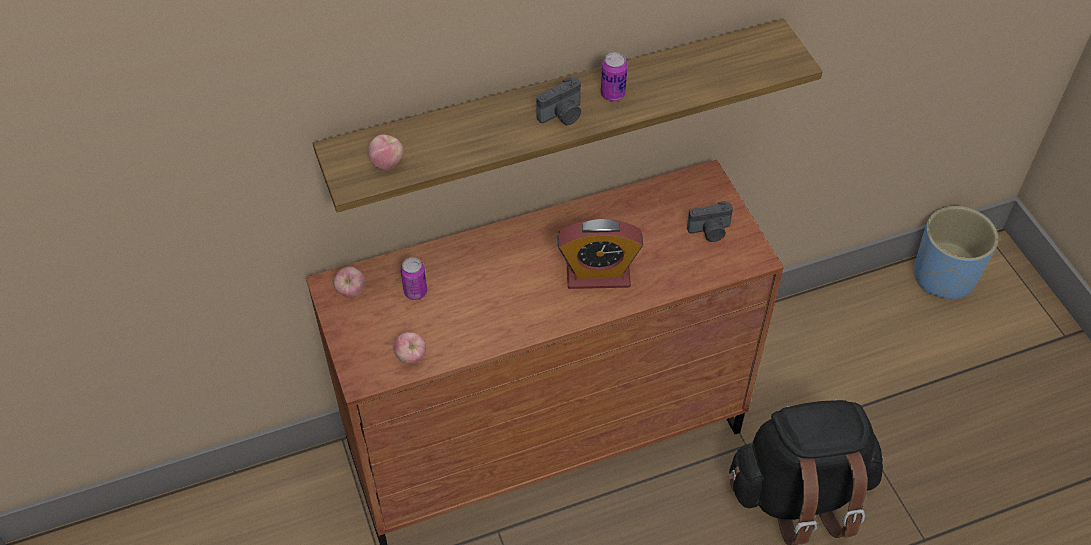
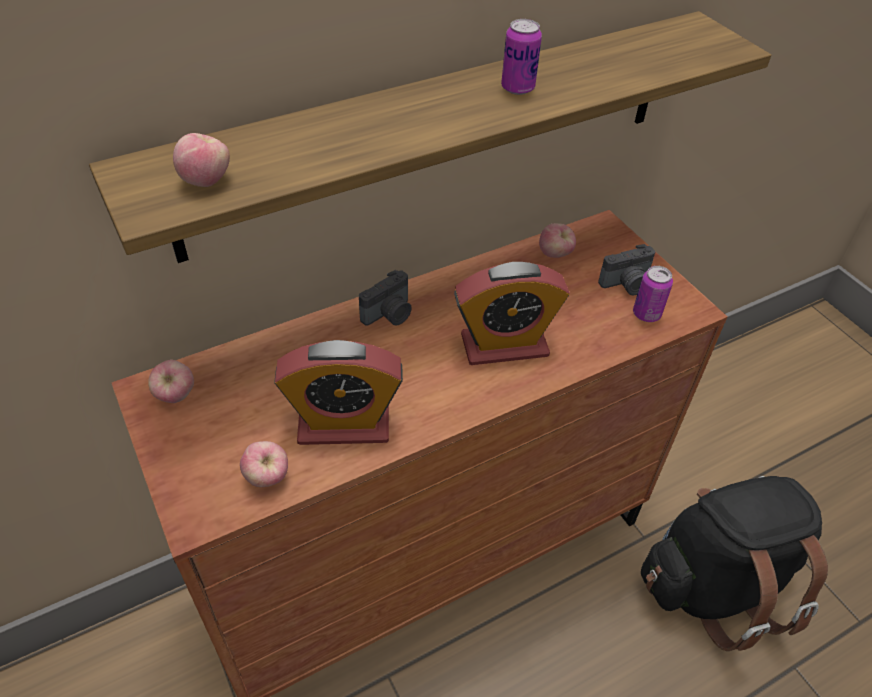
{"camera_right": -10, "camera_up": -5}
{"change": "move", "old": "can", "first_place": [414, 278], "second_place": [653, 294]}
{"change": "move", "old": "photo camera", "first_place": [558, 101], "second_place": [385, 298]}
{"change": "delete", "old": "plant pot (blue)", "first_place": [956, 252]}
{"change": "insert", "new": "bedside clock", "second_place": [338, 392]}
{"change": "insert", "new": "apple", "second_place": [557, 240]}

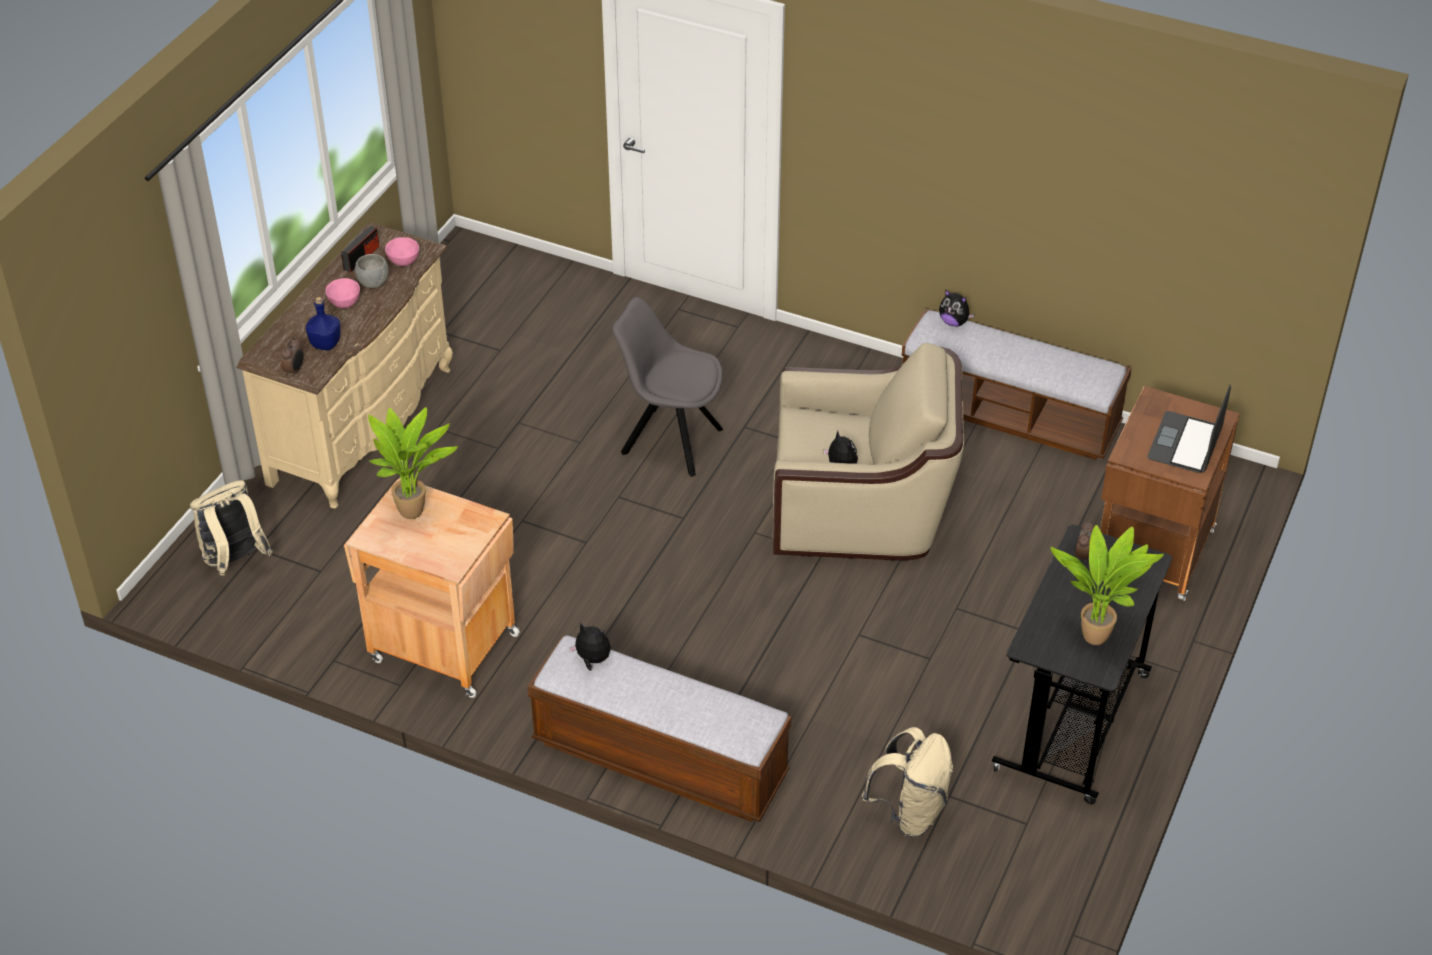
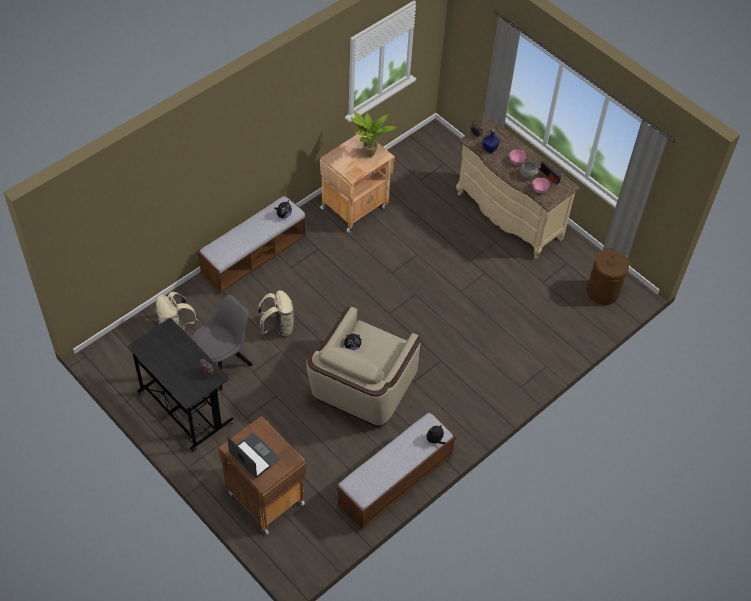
{"camera_right": 110, "camera_up": 10}
{"change": "move", "old": "rucksack (beige)", "first_place": [231, 528], "second_place": [276, 313]}
{"change": "move", "old": "plain chair (grey)", "first_place": [668, 387], "second_place": [222, 342]}
{"change": "delete", "old": "potted plant", "first_place": [1107, 585]}
{"change": "insert", "new": "laundry basket (brown-coloured)", "second_place": [608, 276]}

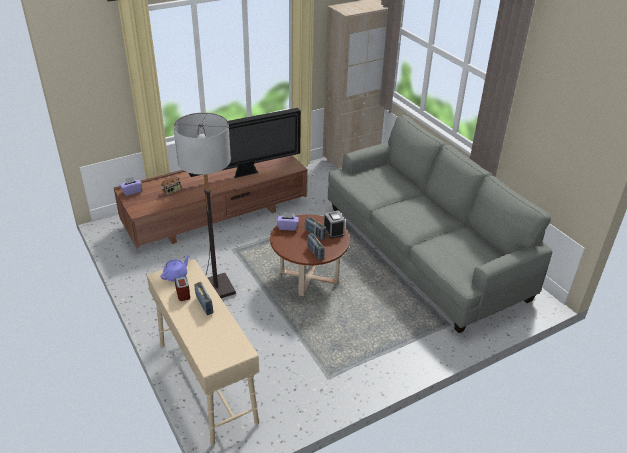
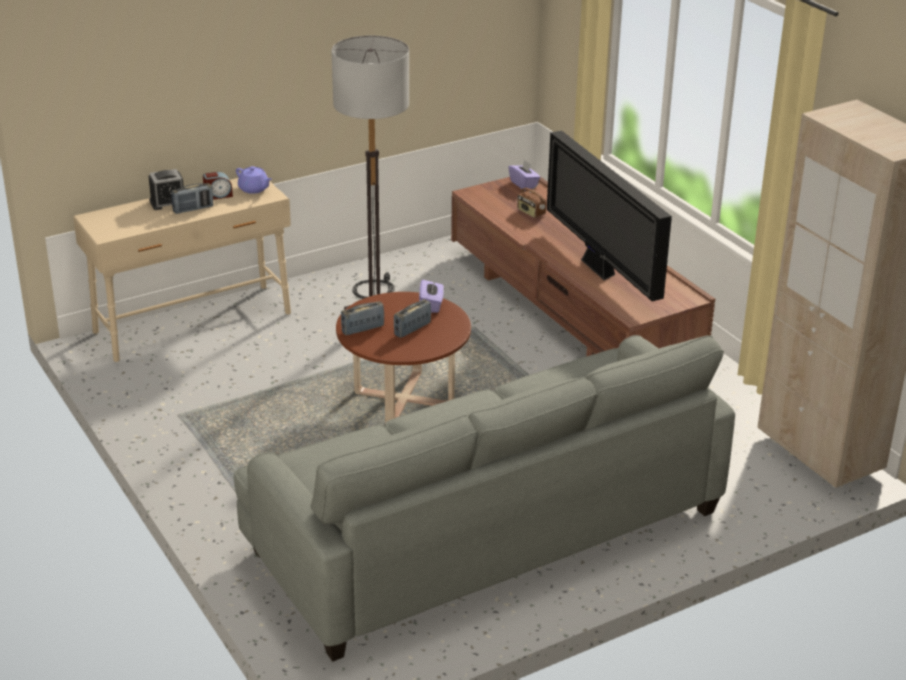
{"camera_right": 90, "camera_up": -5}
{"change": "move", "old": "bedside clock", "first_place": [334, 225], "second_place": [166, 189]}

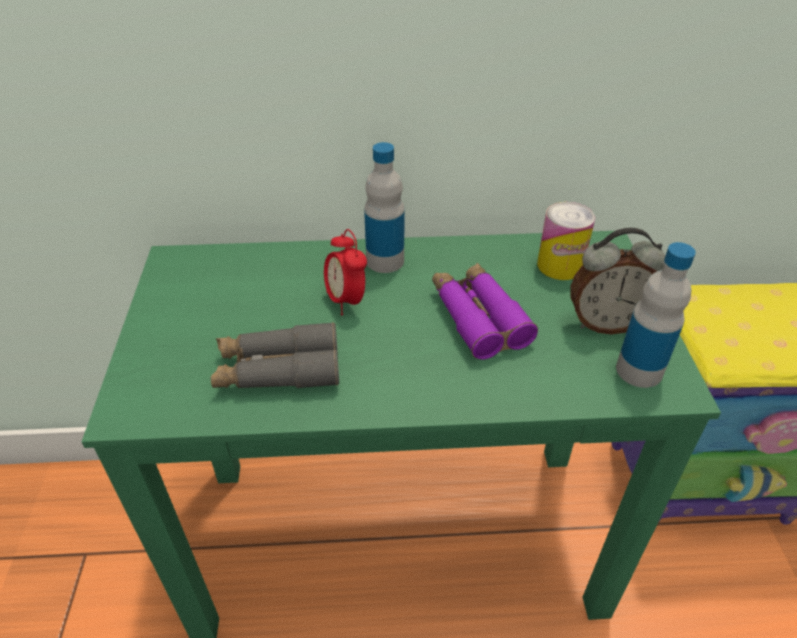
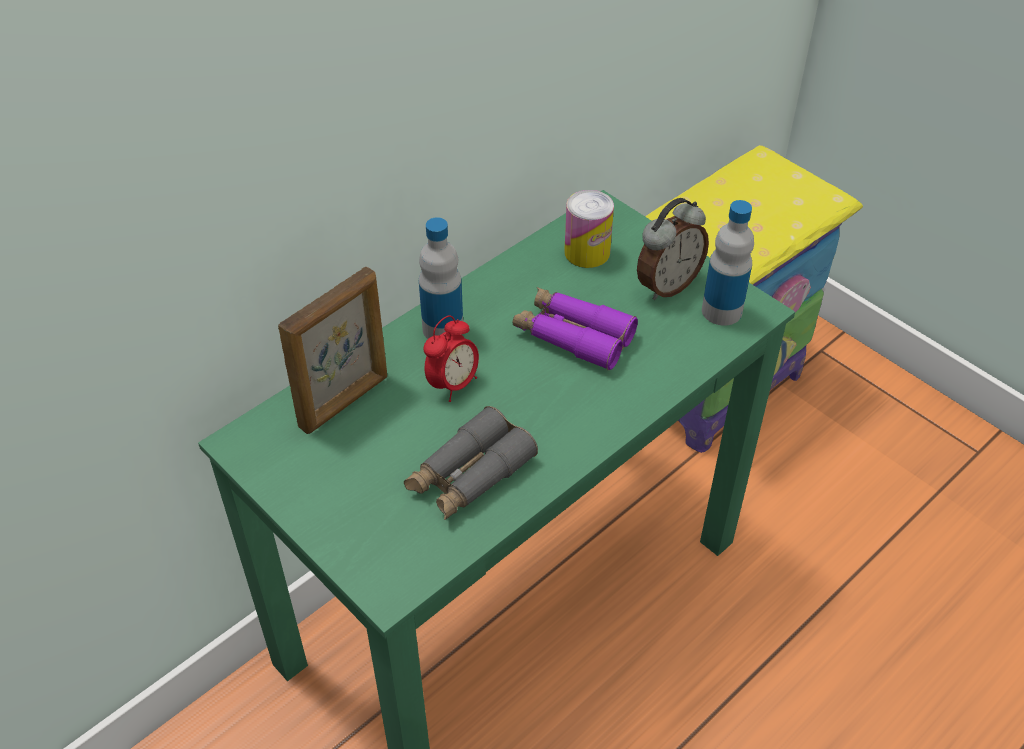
{"camera_right": -40, "camera_up": 5}
{"change": "rotate", "old": "bedside clock", "first_place": [345, 272], "second_place": [451, 358], "degrees": -75}
{"change": "insert", "new": "standing frame", "second_place": [332, 350]}

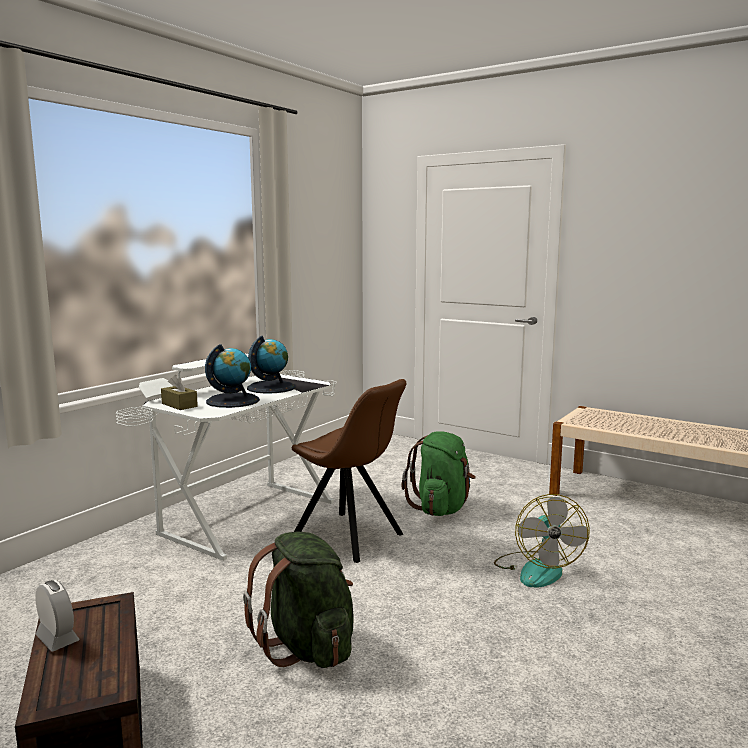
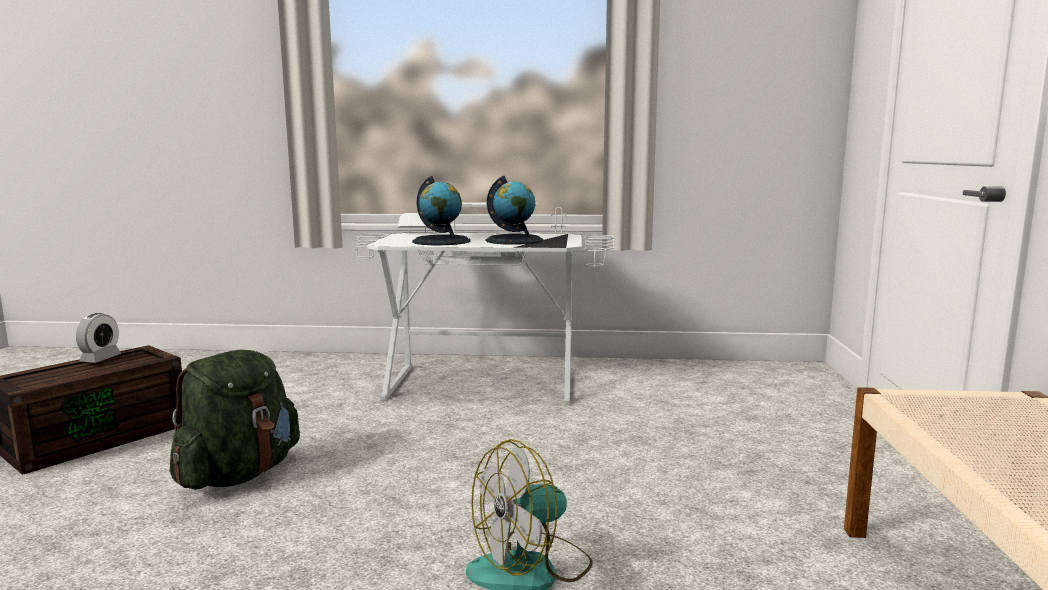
{"camera_right": 60, "camera_up": 0}
{"change": "delete", "old": "tissue box (brown-coloured)", "first_place": [179, 392]}
{"change": "delete", "old": "plain chair (brown-coloured)", "first_place": [349, 471]}
{"change": "delete", "old": "rucksack (greenish)", "first_place": [439, 473]}

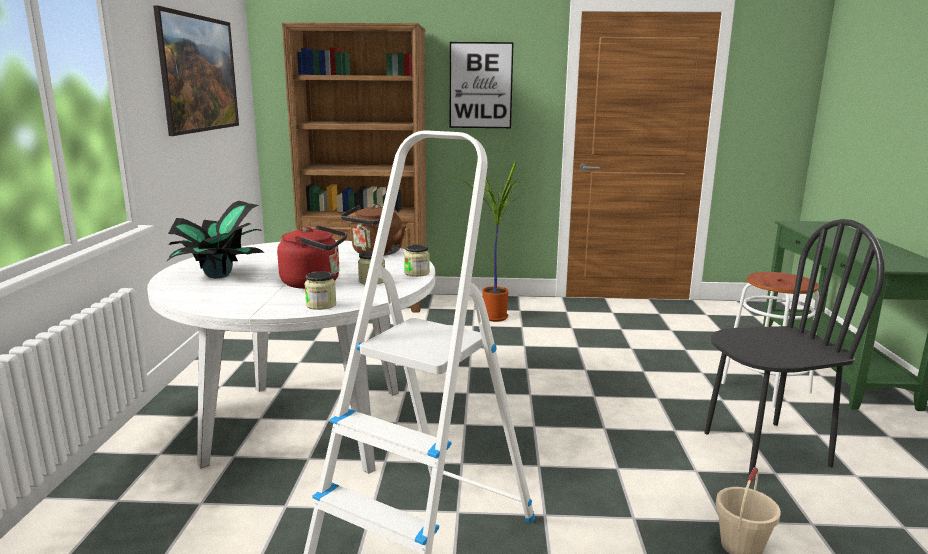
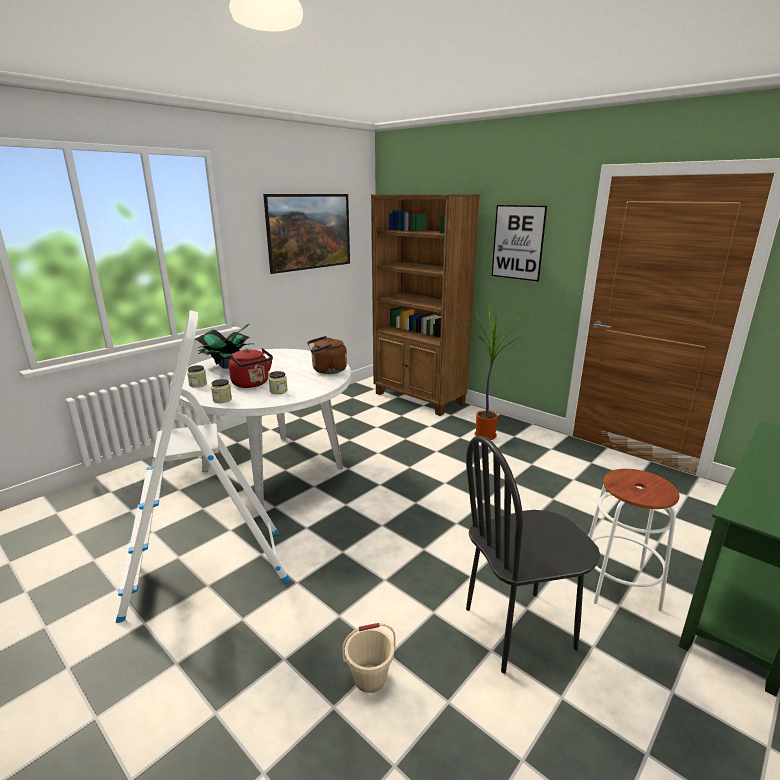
{"camera_right": 40, "camera_up": 5}
{"change": "move", "old": "preserve jar", "first_place": [417, 260], "second_place": [197, 376]}
{"change": "rotate", "old": "plain chair (black-coloured)", "first_place": [794, 347], "second_place": [533, 555], "degrees": 135}

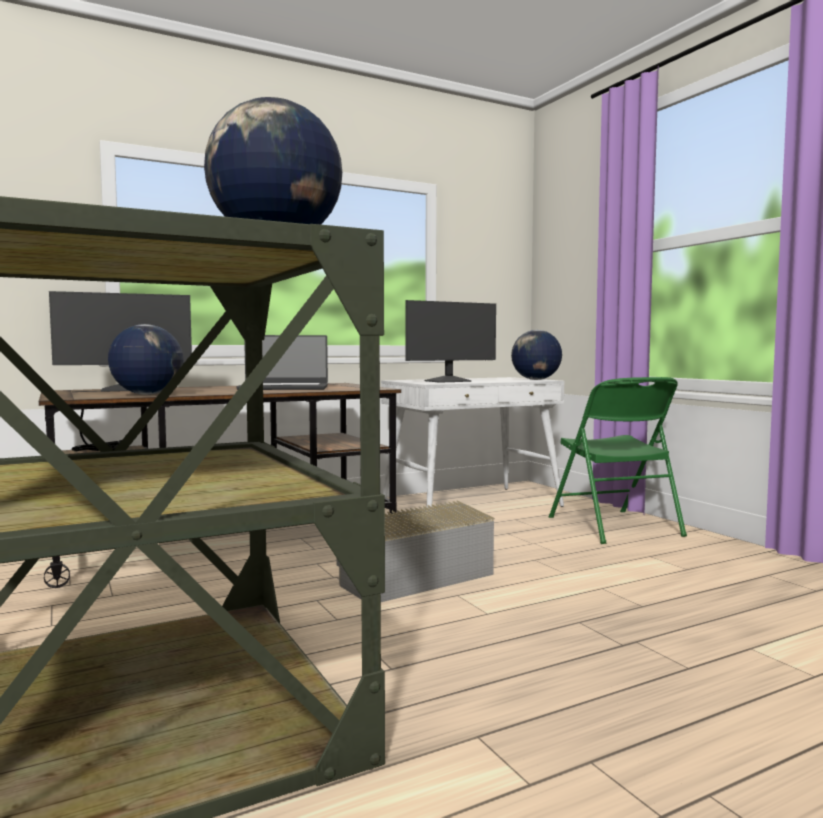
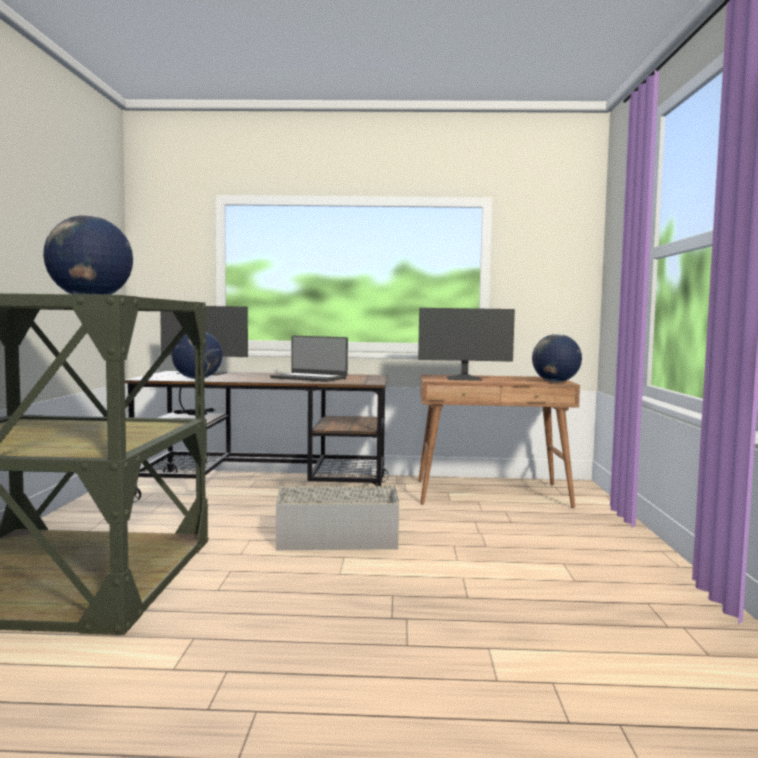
{"camera_right": 30, "camera_up": 0}
{"change": "recolor", "old": "desk table (white)", "new": "desk table (brown-coloured)", "first_place": [473, 442], "second_place": [499, 441]}
{"change": "delete", "old": "plain chair (greenish)", "first_place": [618, 460]}

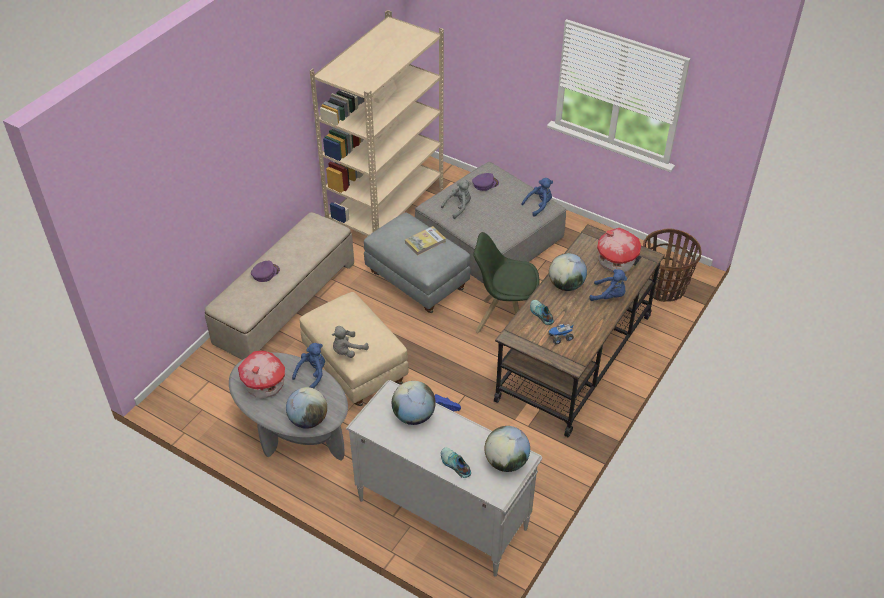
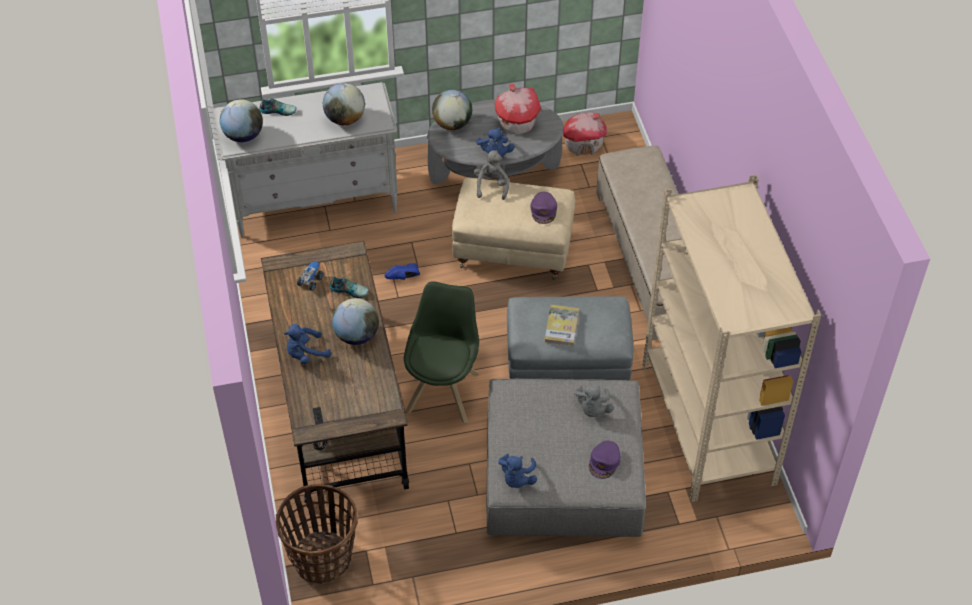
{"camera_right": 135, "camera_up": 5}
{"change": "move", "old": "cap (purple)", "first_place": [265, 271], "second_place": [544, 208]}
{"change": "rotate", "old": "plain chair (greenish)", "first_place": [506, 282], "second_place": [441, 352], "degrees": -45}
{"change": "move", "old": "miniature house", "first_place": [619, 250], "second_place": [585, 134]}

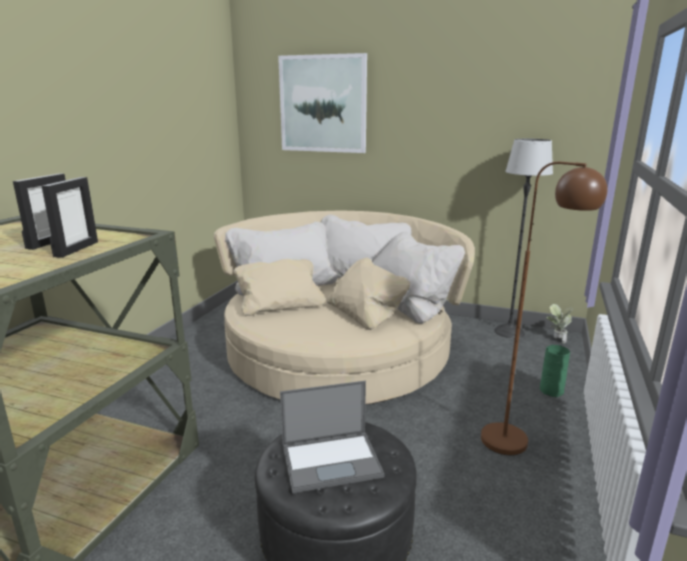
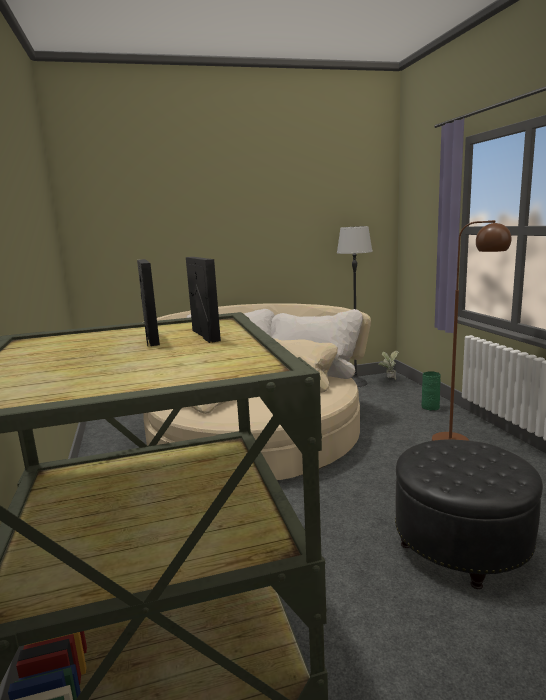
{"camera_right": -35, "camera_up": -5}
{"change": "delete", "old": "picture", "first_place": [322, 103]}
{"change": "delete", "old": "laptop", "first_place": [332, 437]}

